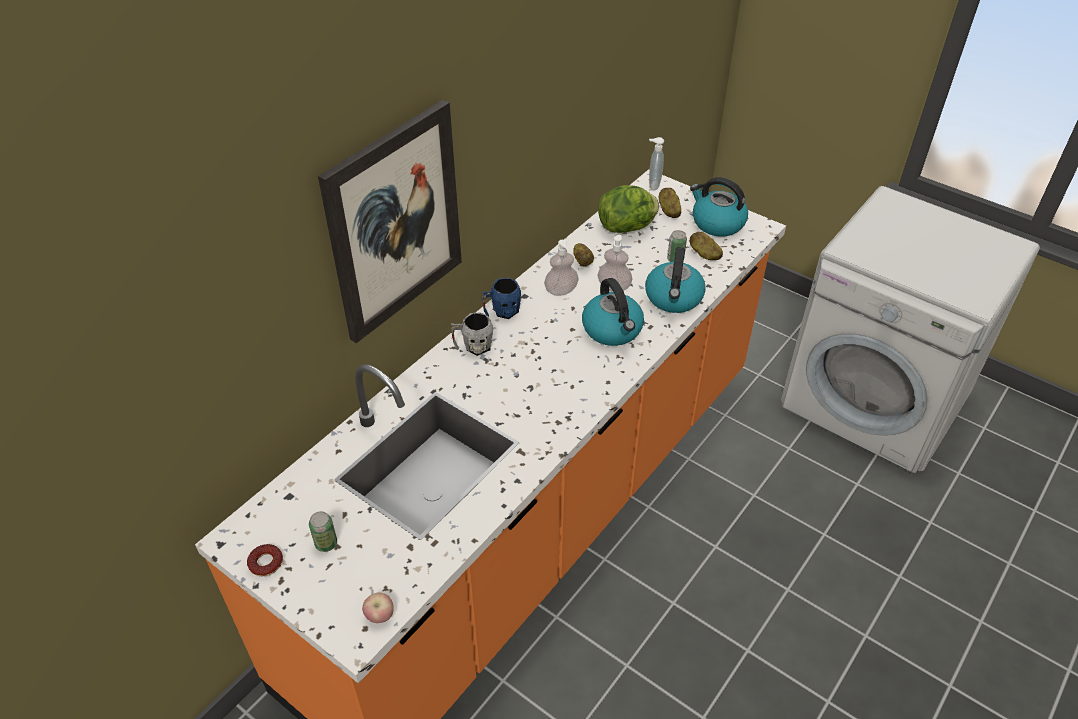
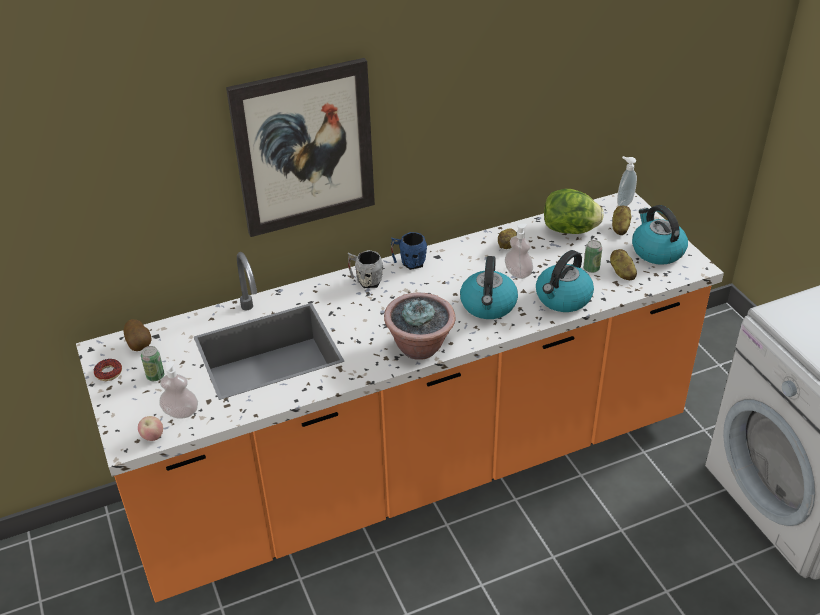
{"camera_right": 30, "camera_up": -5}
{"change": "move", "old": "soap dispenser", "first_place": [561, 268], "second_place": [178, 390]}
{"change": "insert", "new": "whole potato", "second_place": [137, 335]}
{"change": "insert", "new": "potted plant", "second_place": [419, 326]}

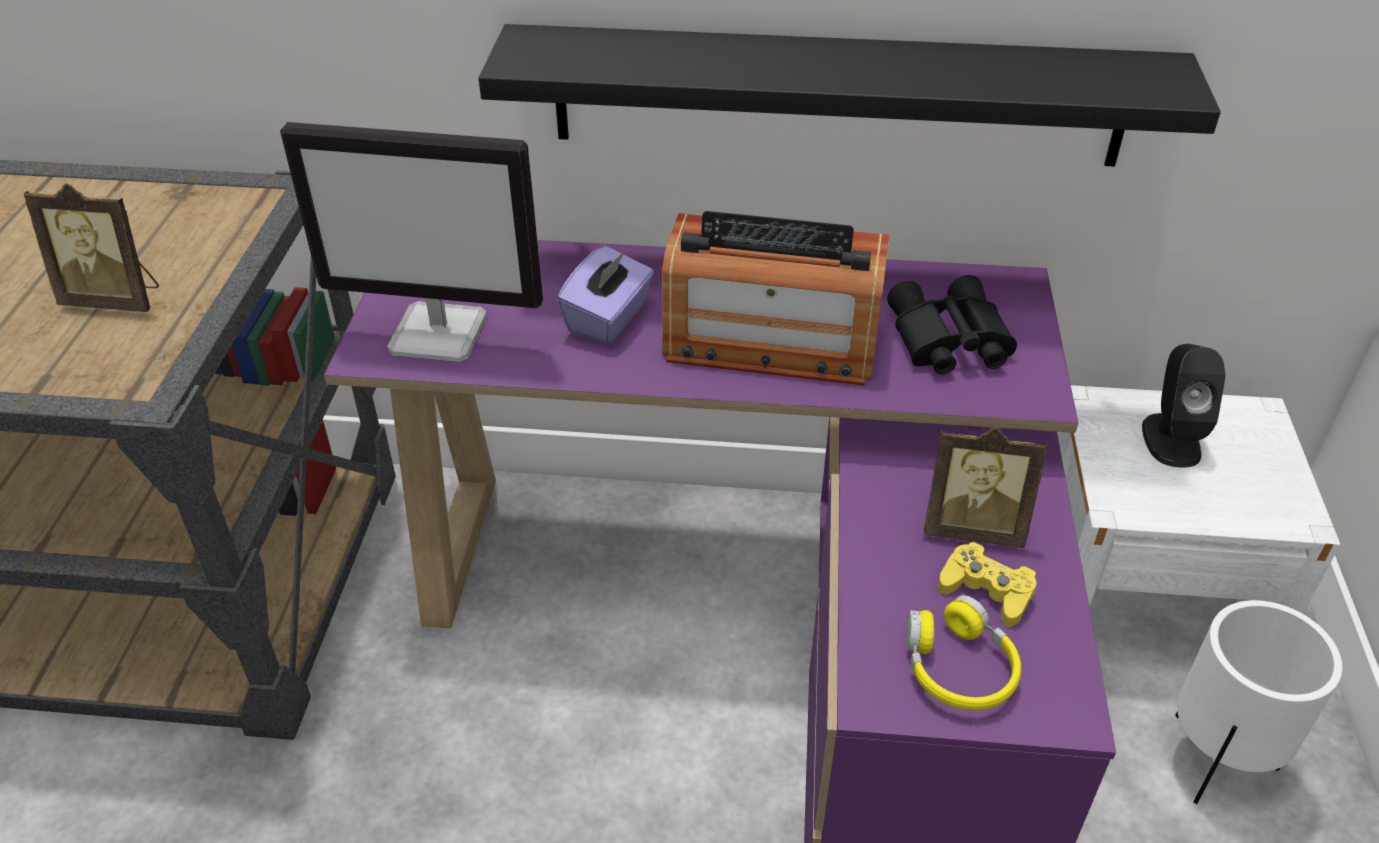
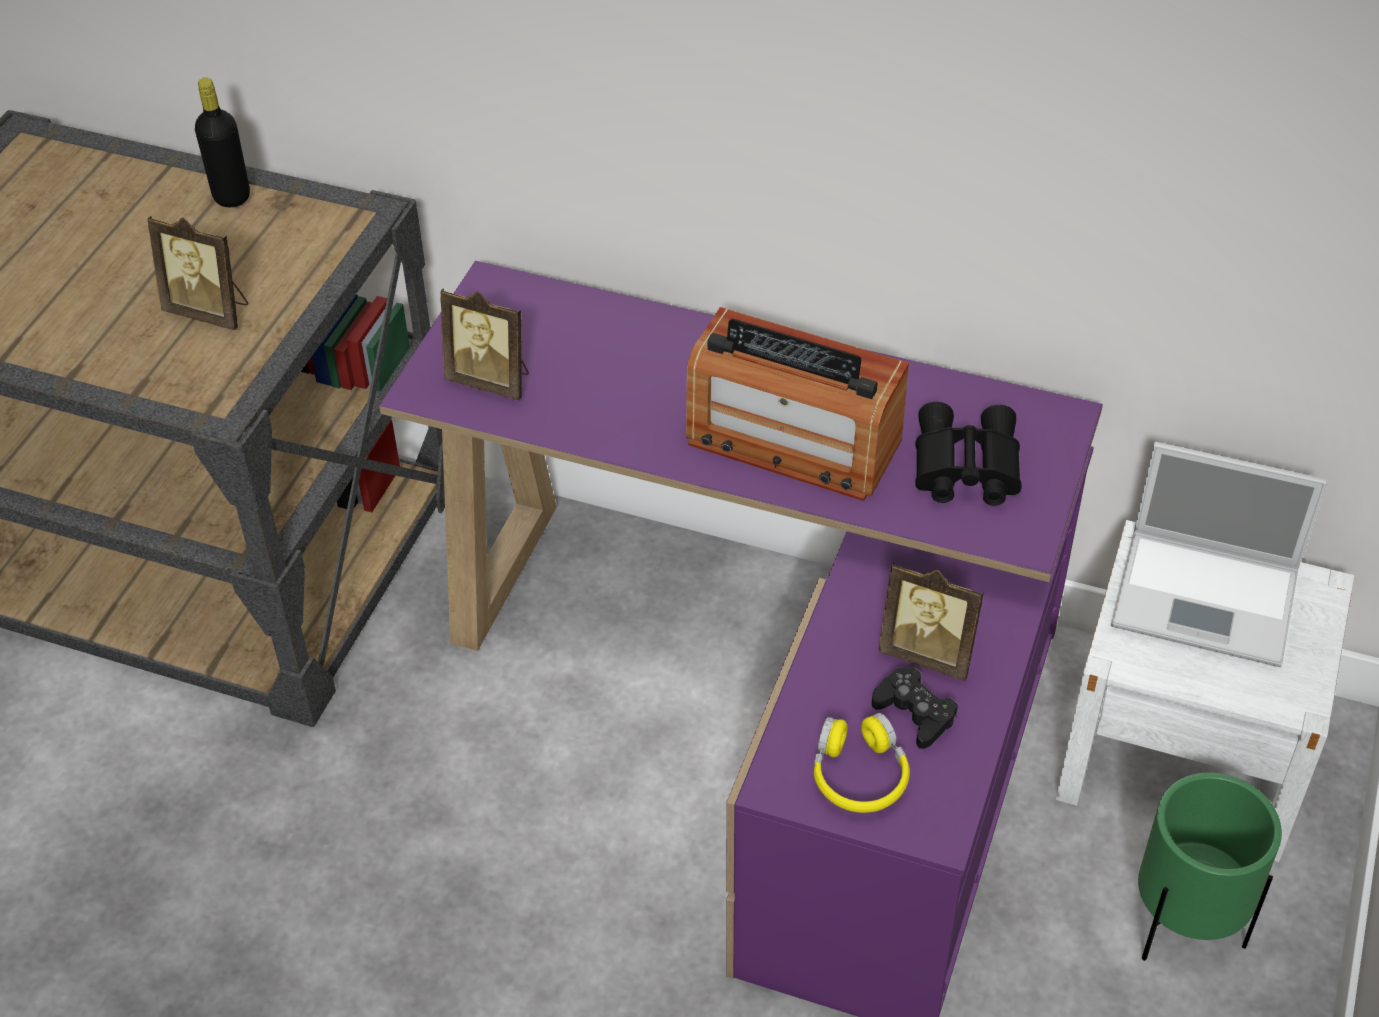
{"camera_right": 15, "camera_up": 5}
{"change": "replace", "old": "computer screen", "new": "standing frame", "first_place": [411, 242], "second_place": [484, 344]}
{"change": "delete", "old": "bracket shelf (black-coloured)", "first_place": [849, 95]}
{"change": "delete", "old": "tissue box (purple)", "first_place": [605, 295]}
{"change": "recolor", "old": "game controller (yellow)", "new": "game controller (black-coloured)", "first_place": [987, 584], "second_place": [915, 708]}
{"change": "replace", "old": "audio speaker (black-coloured)", "new": "laptop", "first_place": [1184, 405], "second_place": [1219, 554]}
{"change": "recolor", "old": "plant pot (white)", "new": "plant pot (greenish)", "first_place": [1258, 702], "second_place": [1210, 867]}
{"change": "insert", "new": "drink bottle (black-coloured)", "second_place": [222, 142]}

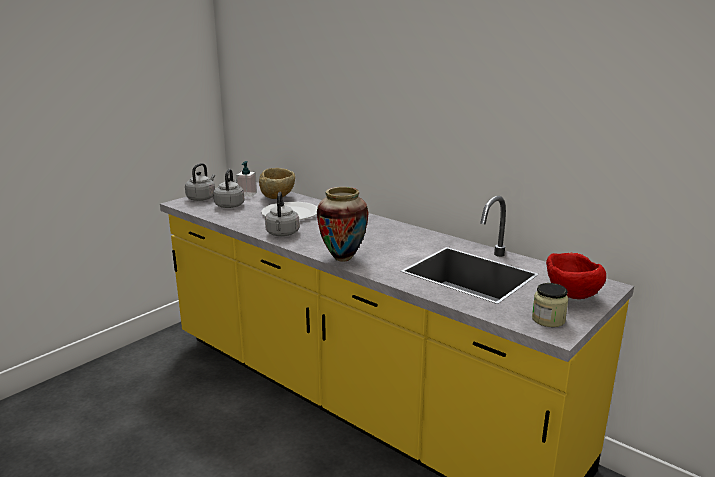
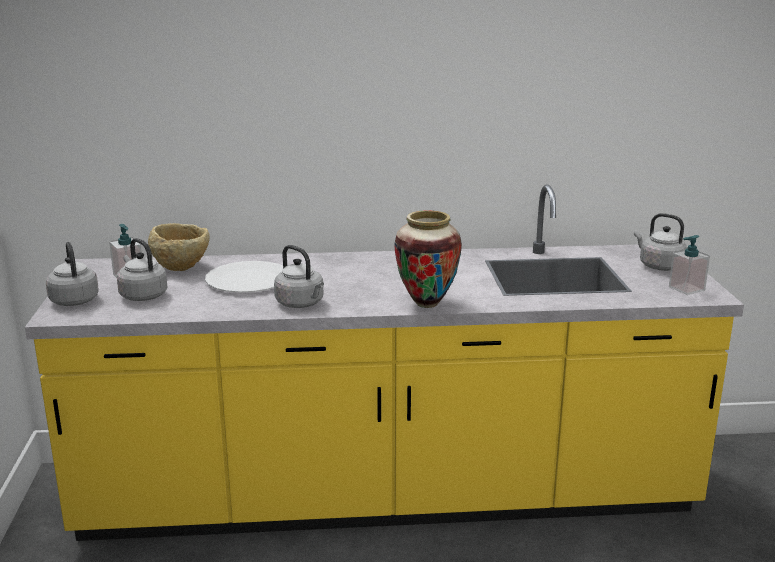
{"camera_right": -45, "camera_up": 0}
{"change": "replace", "old": "preserve jar", "new": "soap dispenser", "first_place": [550, 305], "second_place": [689, 265]}
{"change": "replace", "old": "serving bowl (red-coloured)", "new": "kettle (grey)", "first_place": [576, 276], "second_place": [660, 242]}

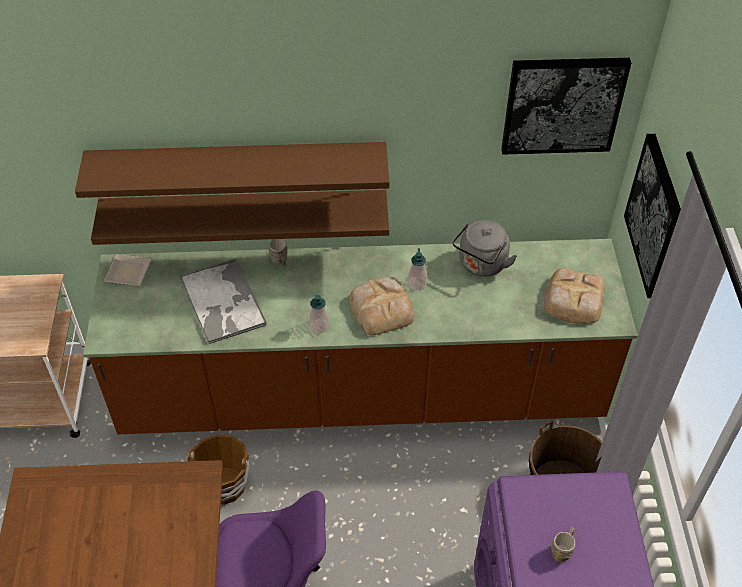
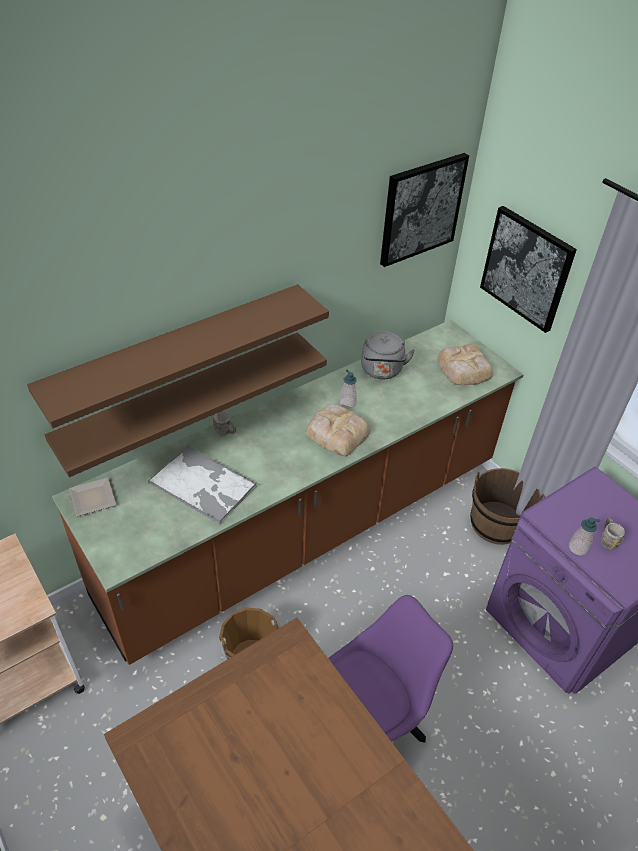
{"camera_right": -35, "camera_up": -5}
{"change": "move", "old": "soap dispenser", "first_place": [319, 314], "second_place": [584, 536]}

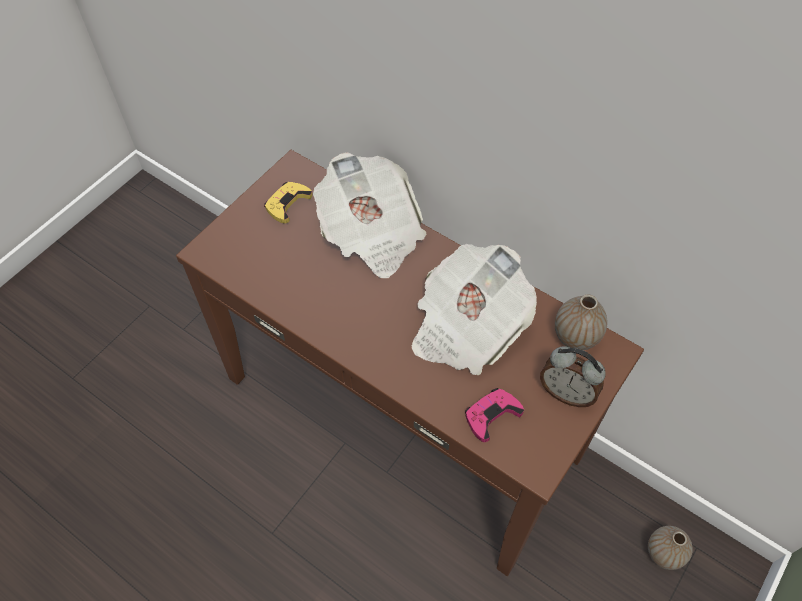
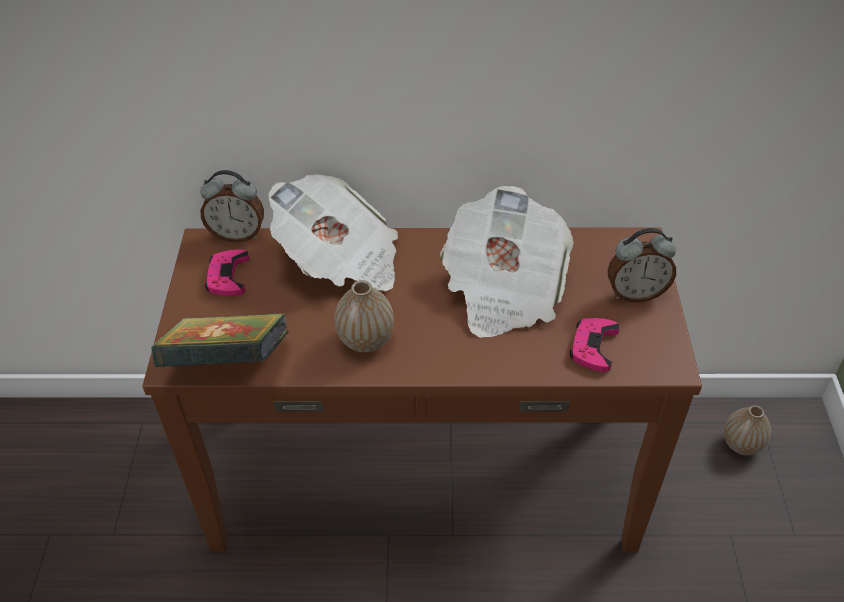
{"camera_right": -35, "camera_up": -10}
{"change": "recolor", "old": "game controller (yellow)", "new": "game controller (pink-coloured)", "first_place": [288, 203], "second_place": [227, 272]}
{"change": "move", "old": "vase", "first_place": [581, 322], "second_place": [364, 316]}
{"change": "insert", "new": "bound book", "second_place": [220, 340]}
{"change": "insert", "new": "bedside clock", "second_place": [232, 206]}

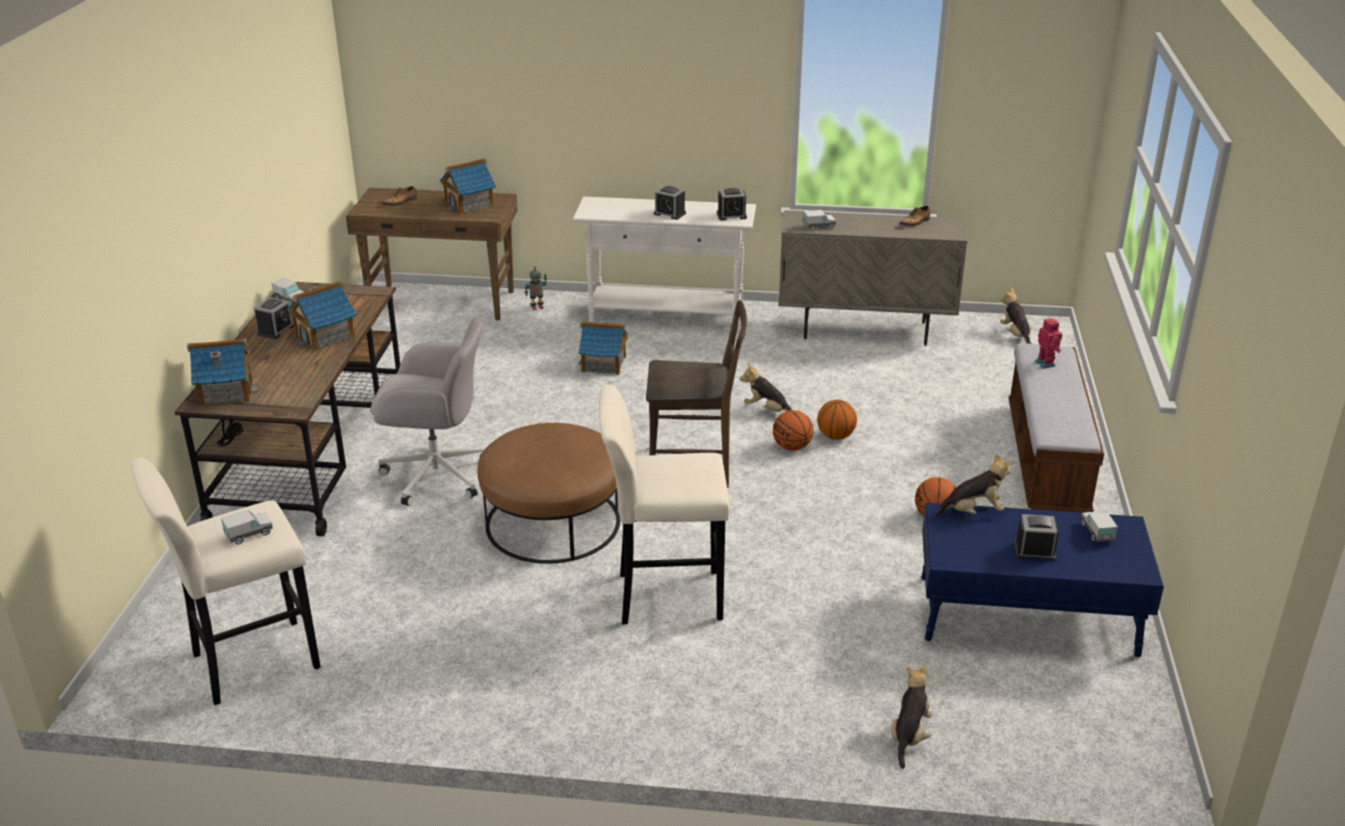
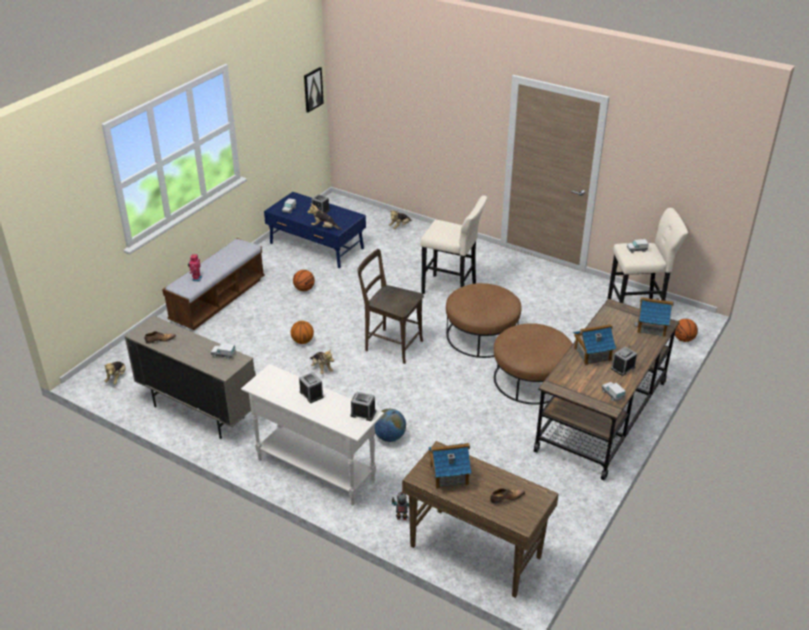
{"camera_right": -155, "camera_up": 5}
{"change": "replace", "old": "desk chair (grey)", "new": "ottoman (brown-coloured)", "first_place": [428, 411], "second_place": [533, 364]}
{"change": "replace", "old": "miniature house", "new": "desk globe", "first_place": [603, 348], "second_place": [390, 425]}
{"change": "move", "old": "bedside clock", "first_place": [732, 204], "second_place": [363, 406]}
{"change": "move", "old": "ball for basketball", "first_place": [793, 430], "second_place": [686, 330]}
{"change": "insert", "new": "picture", "second_place": [314, 90]}

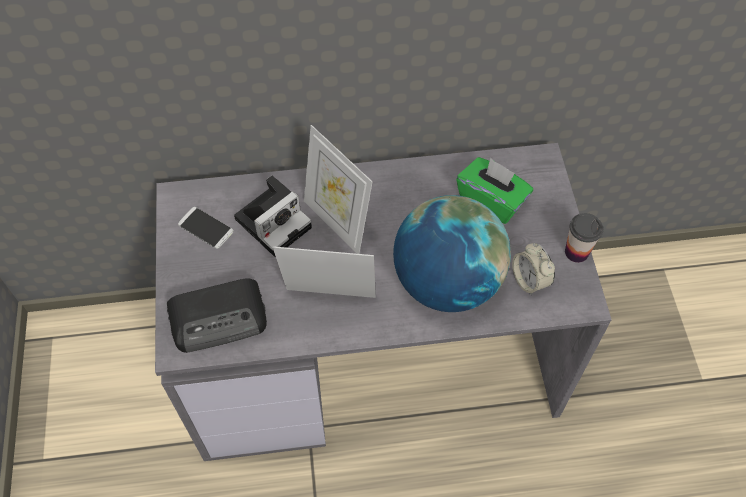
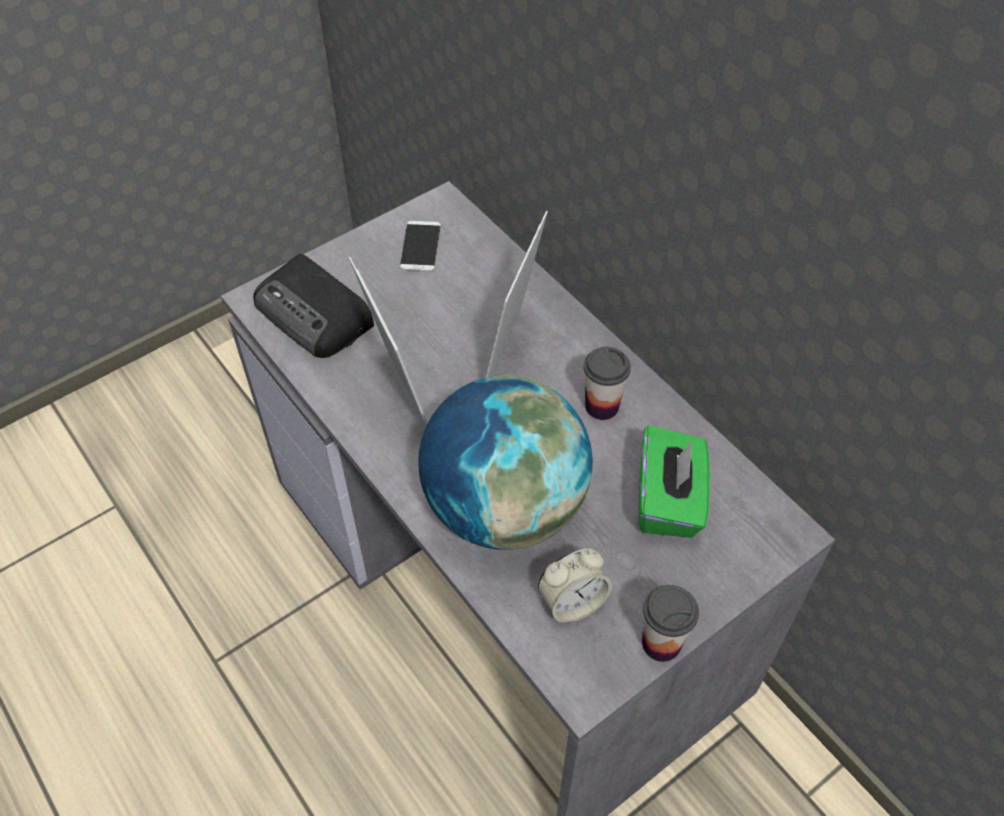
{"camera_right": 60, "camera_up": -5}
{"change": "delete", "old": "photo camera", "first_place": [273, 216]}
{"change": "rotate", "old": "bedside clock", "first_place": [533, 269], "second_place": [575, 585], "degrees": -150}
{"change": "insert", "new": "drinking cup", "second_place": [607, 383]}

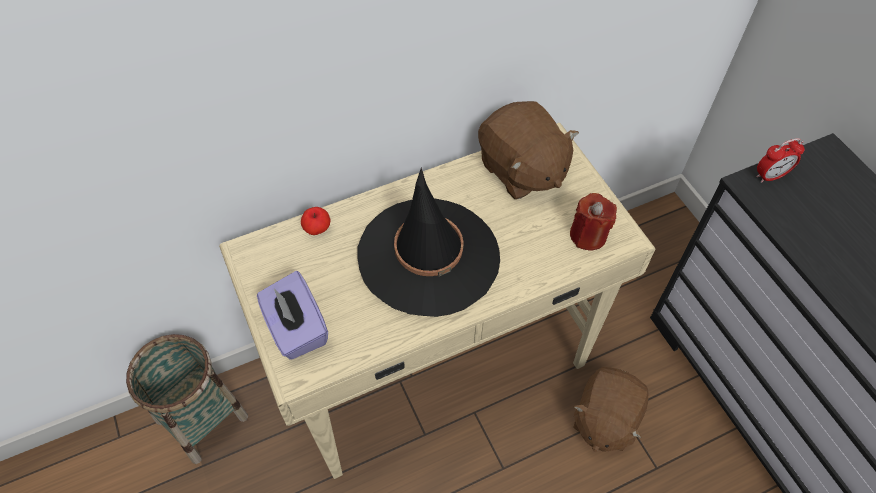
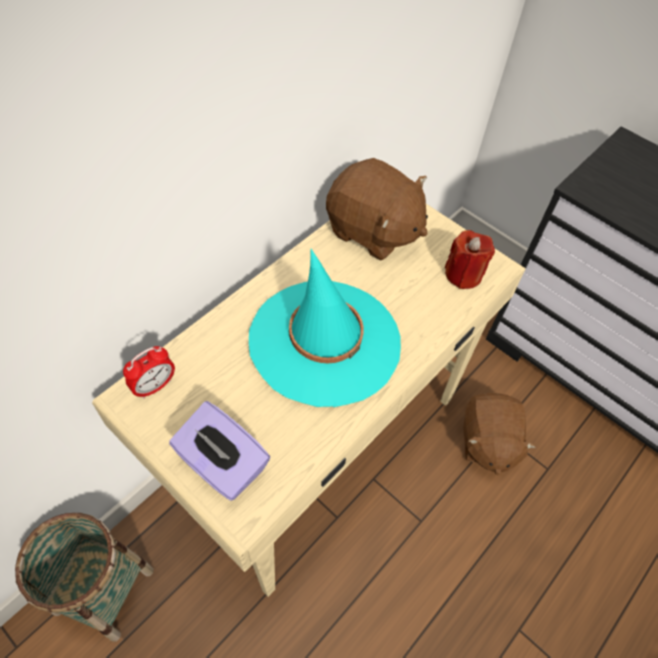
{"camera_right": -25, "camera_up": 0}
{"change": "delete", "old": "apple", "first_place": [316, 221]}
{"change": "recolor", "old": "hat (black-coloured)", "new": "hat (turquoise)", "first_place": [428, 242], "second_place": [325, 328]}
{"change": "move", "old": "bedside clock", "first_place": [780, 160], "second_place": [149, 372]}

